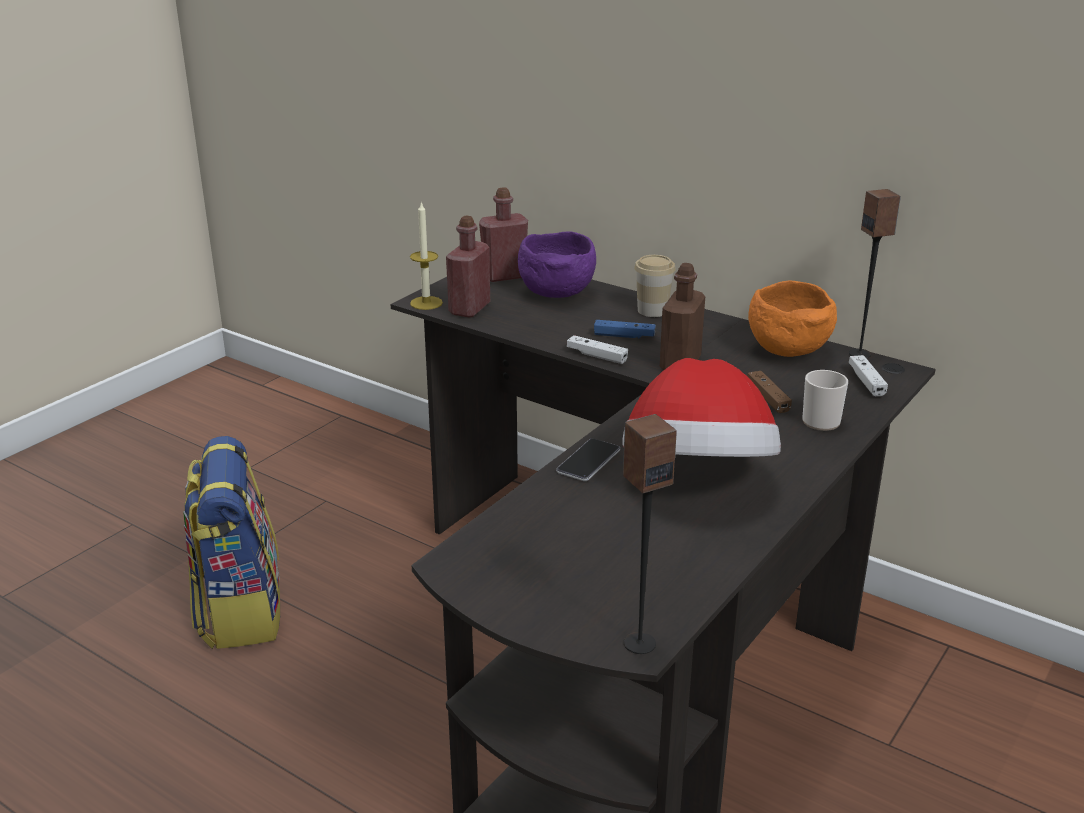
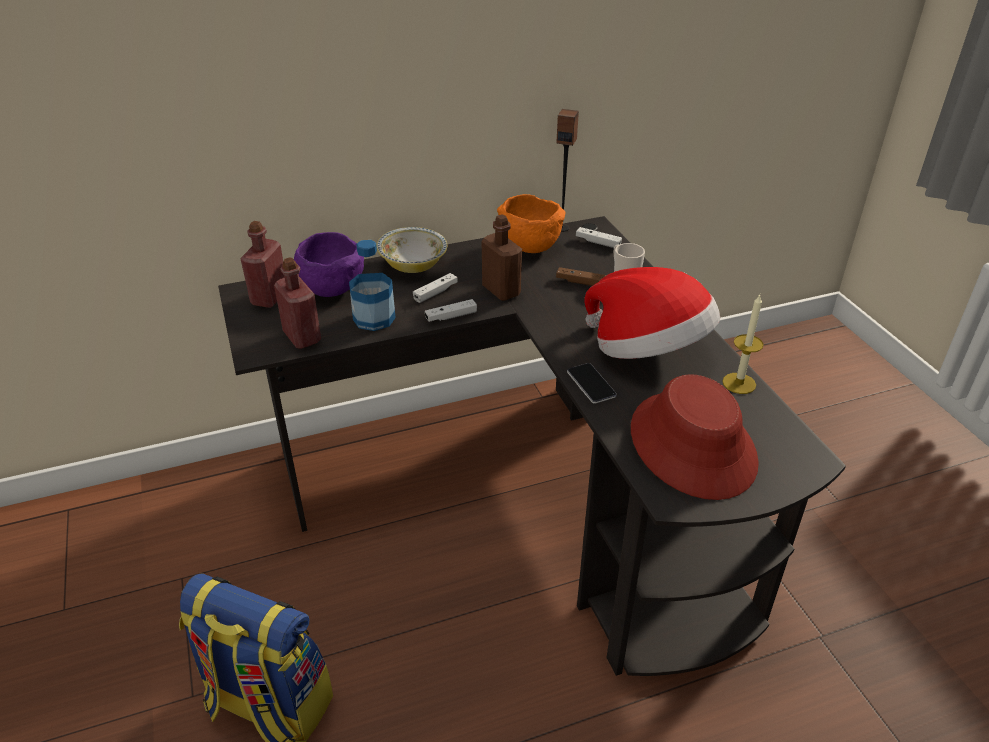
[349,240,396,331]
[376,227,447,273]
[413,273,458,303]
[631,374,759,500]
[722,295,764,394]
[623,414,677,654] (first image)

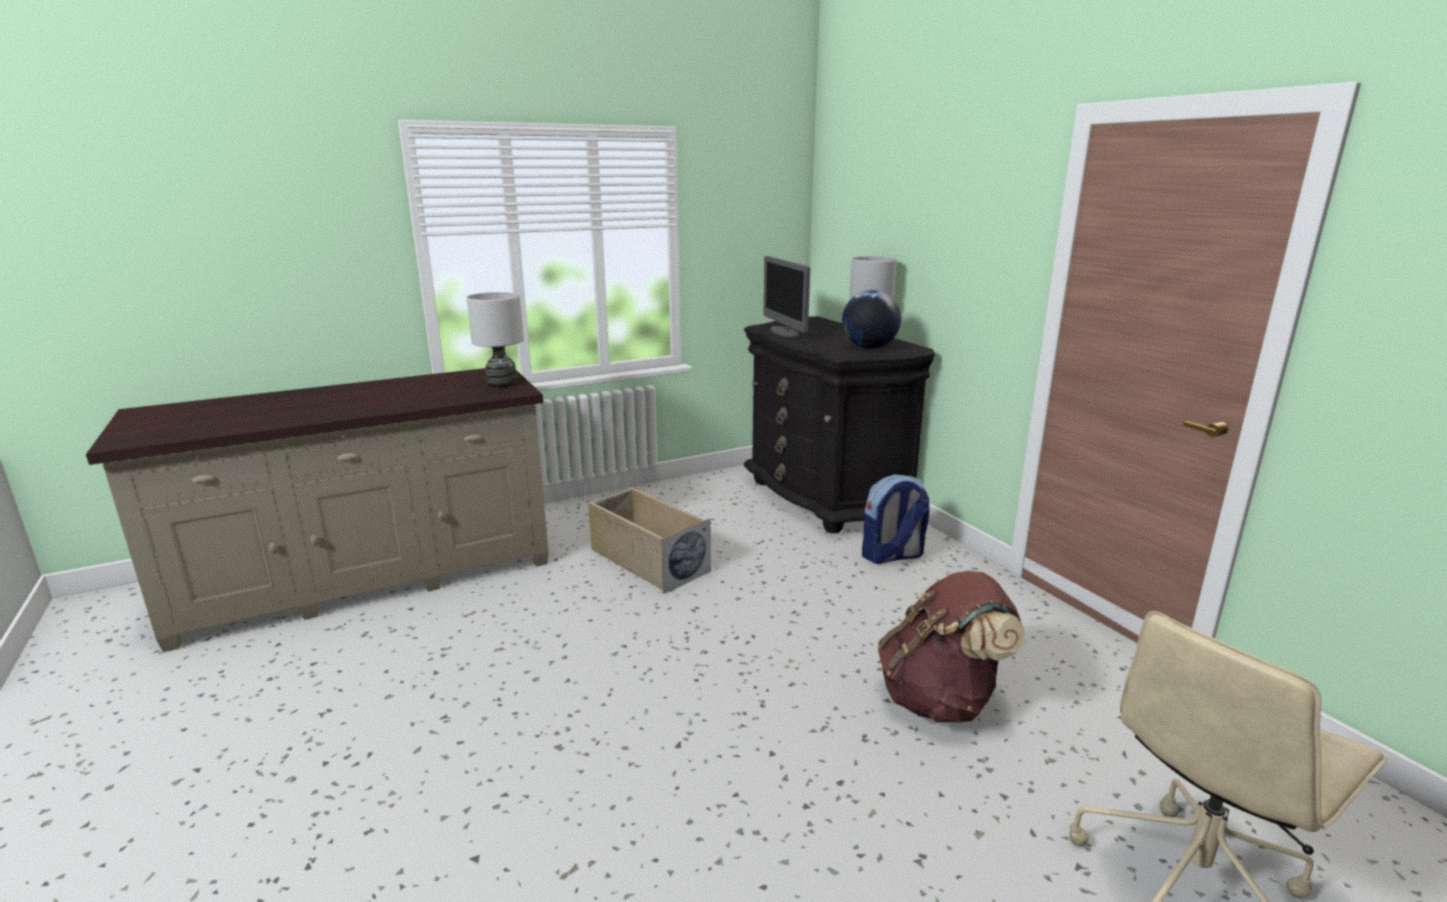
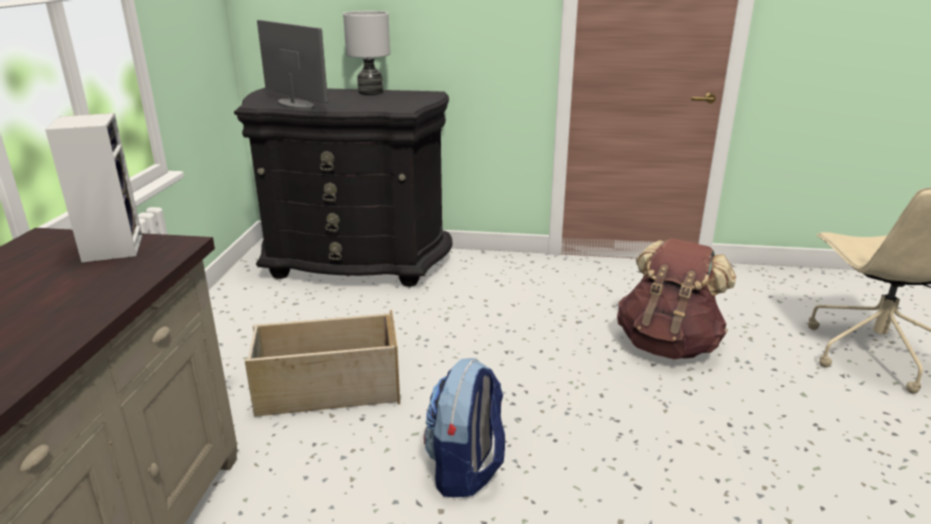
[45,113,142,263]
[257,20,328,110]
[424,358,505,497]
[842,290,901,349] (first image)

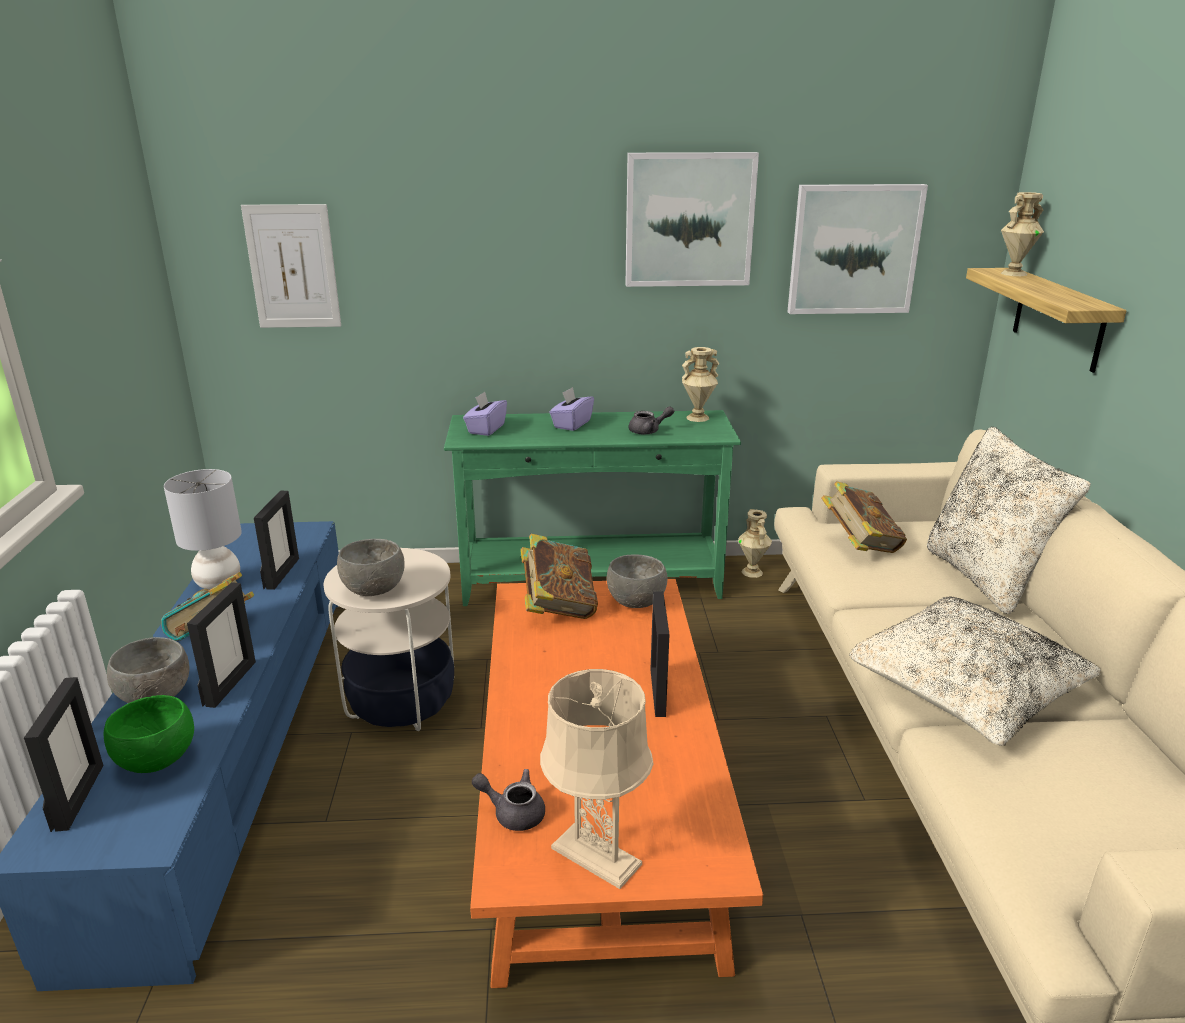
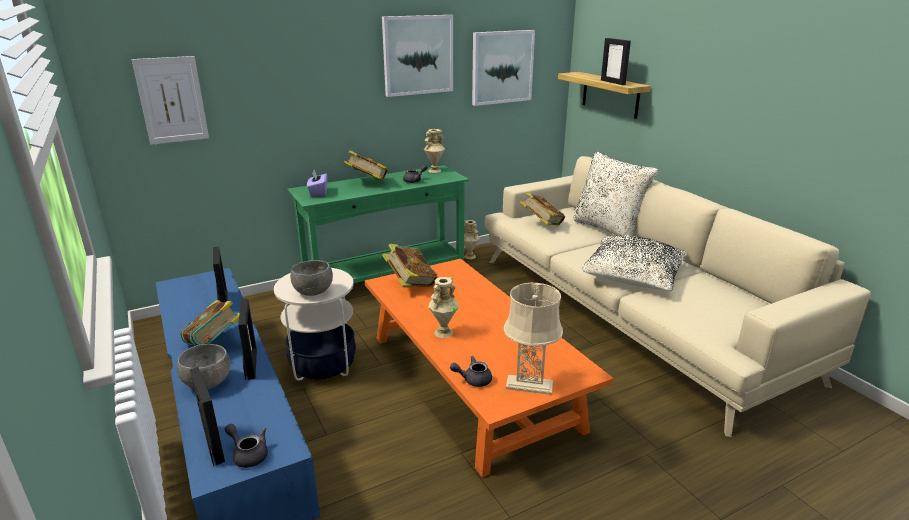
[225,424,268,468]
[344,150,388,180]
[429,277,459,338]
[601,38,631,85]
[104,695,194,773] (first image)
[164,469,242,590] (first image)
[607,554,668,608] (first image)

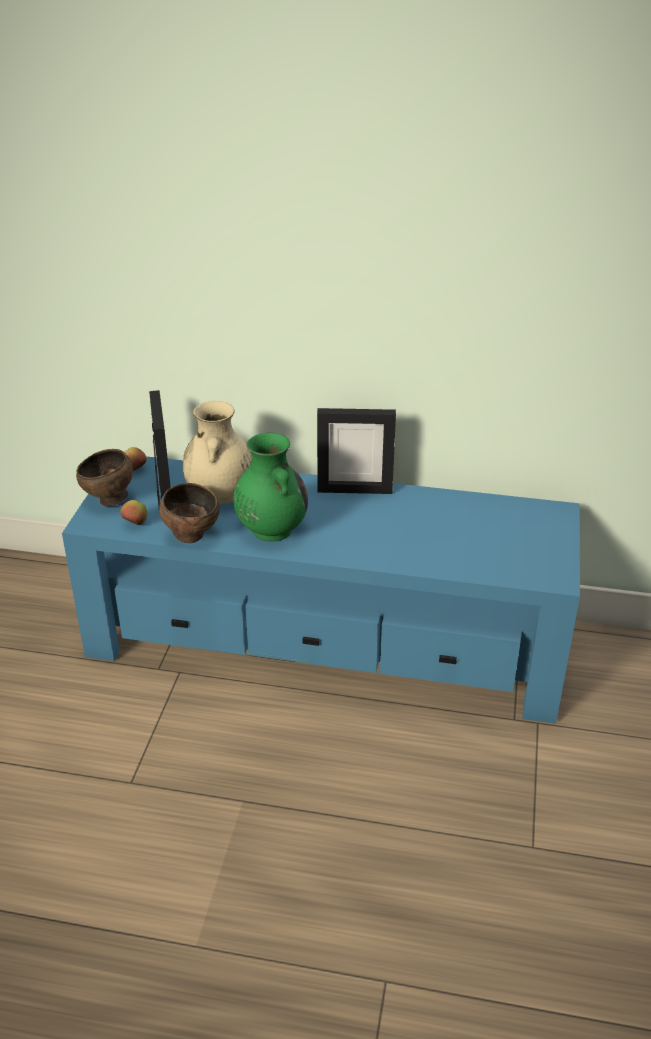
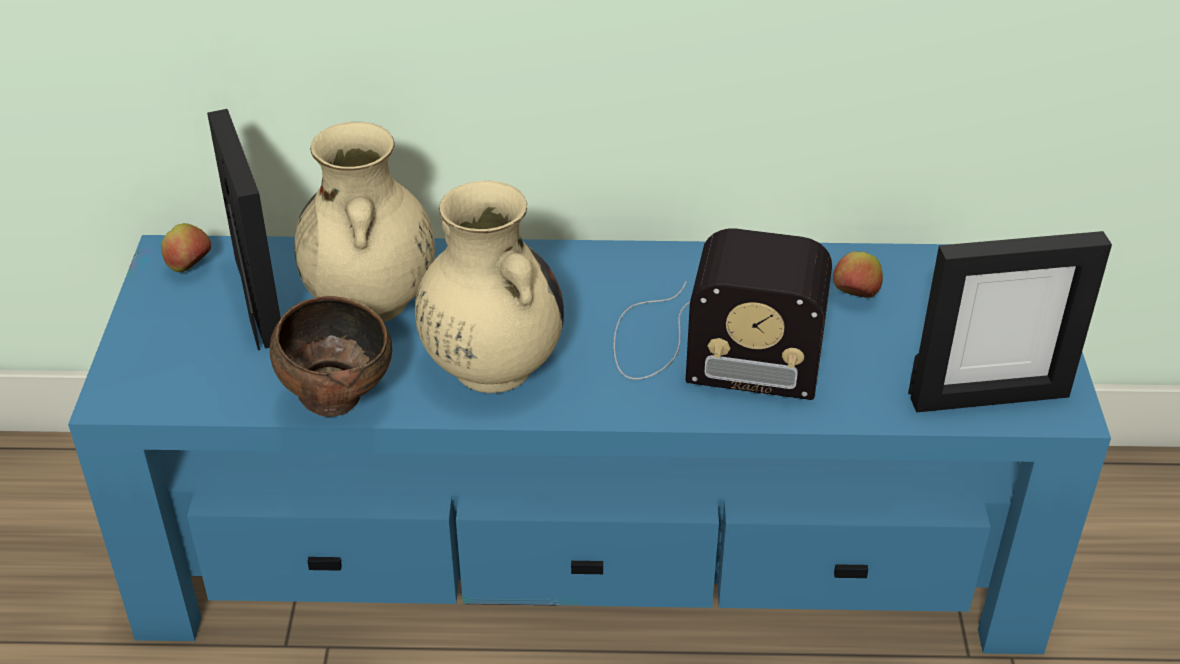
[415,181,564,393]
[613,228,832,400]
[833,251,883,298]
[908,231,1112,412]
[76,449,133,506] (first image)

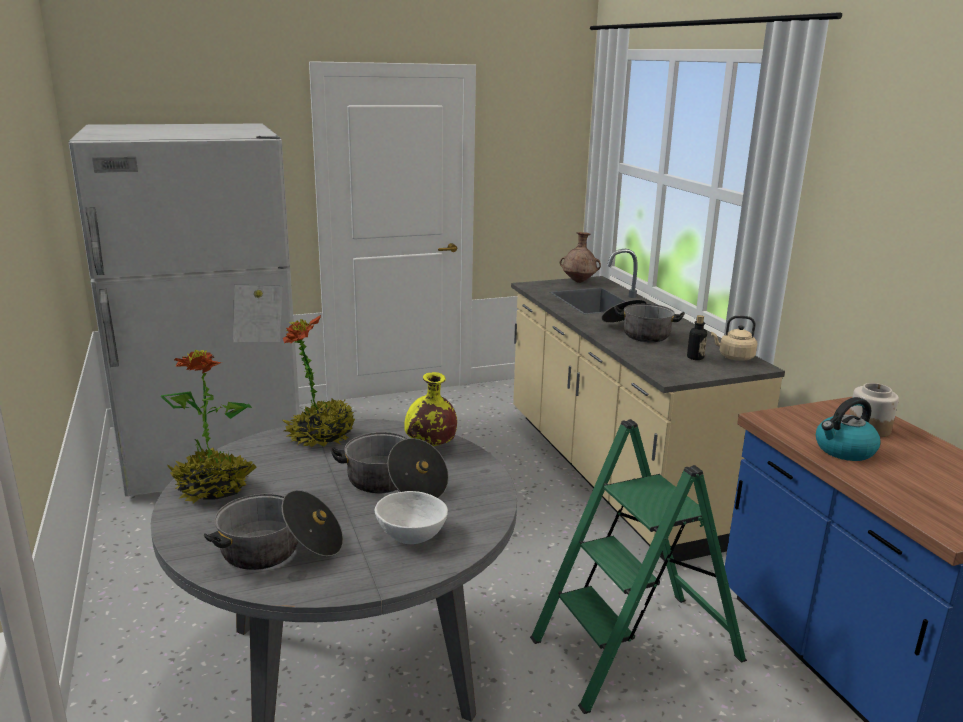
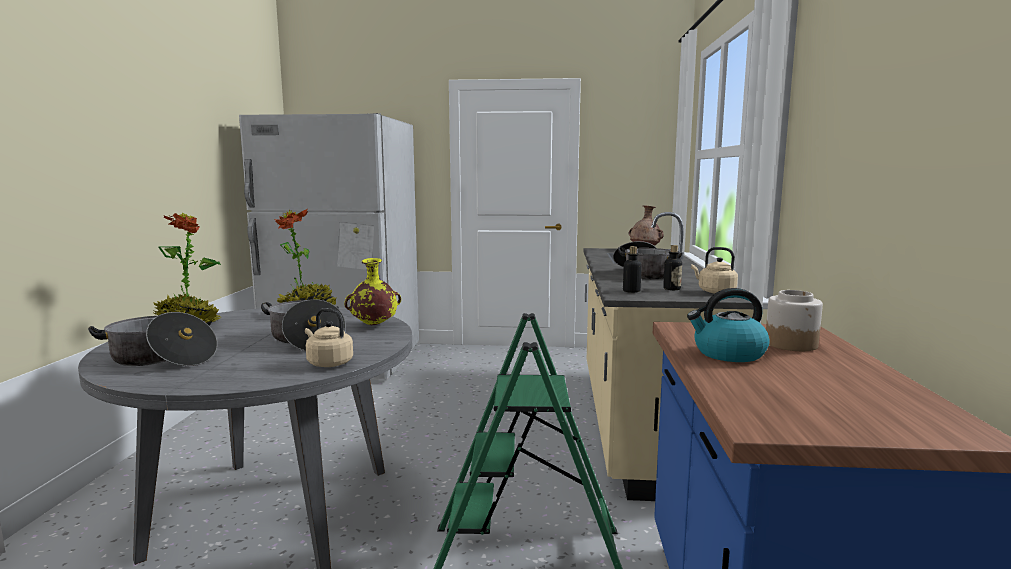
[305,308,353,367]
[623,246,642,293]
[374,491,448,544] (first image)

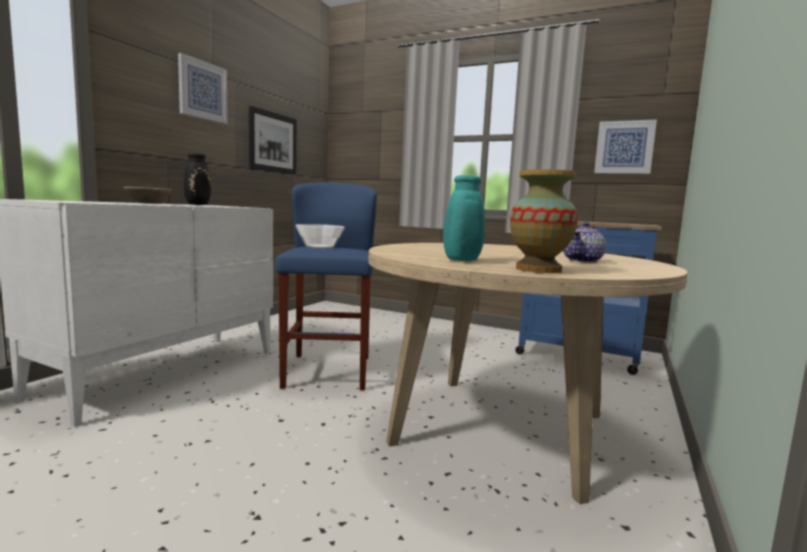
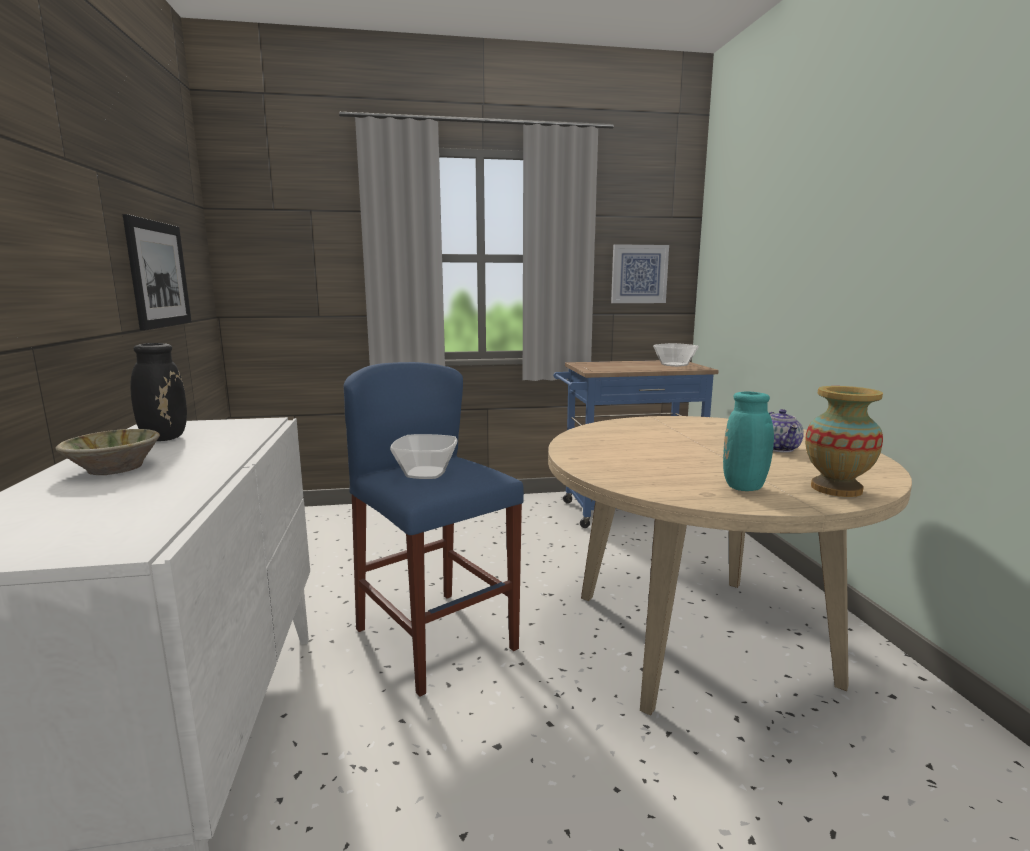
[653,343,699,367]
[178,53,228,124] (first image)

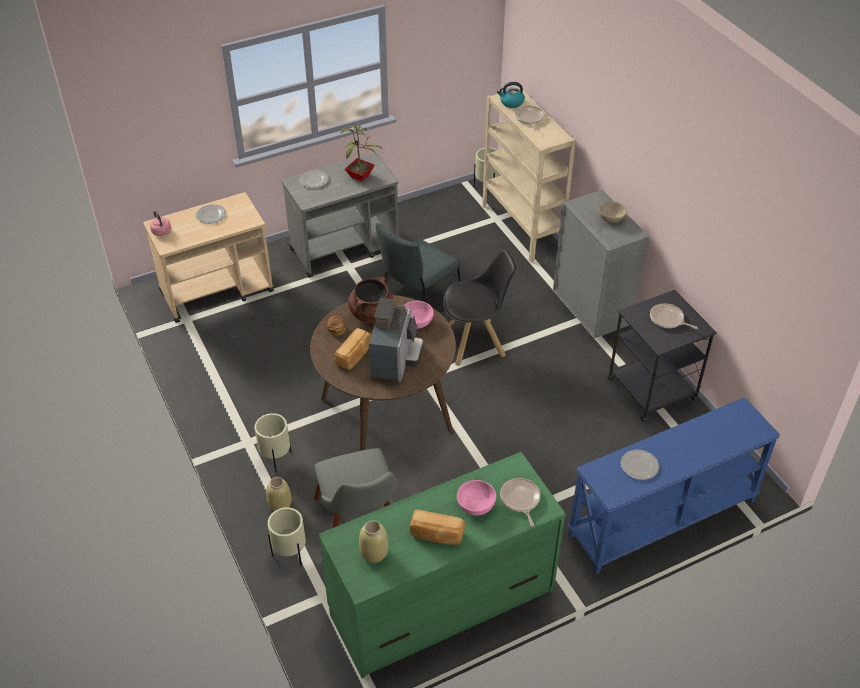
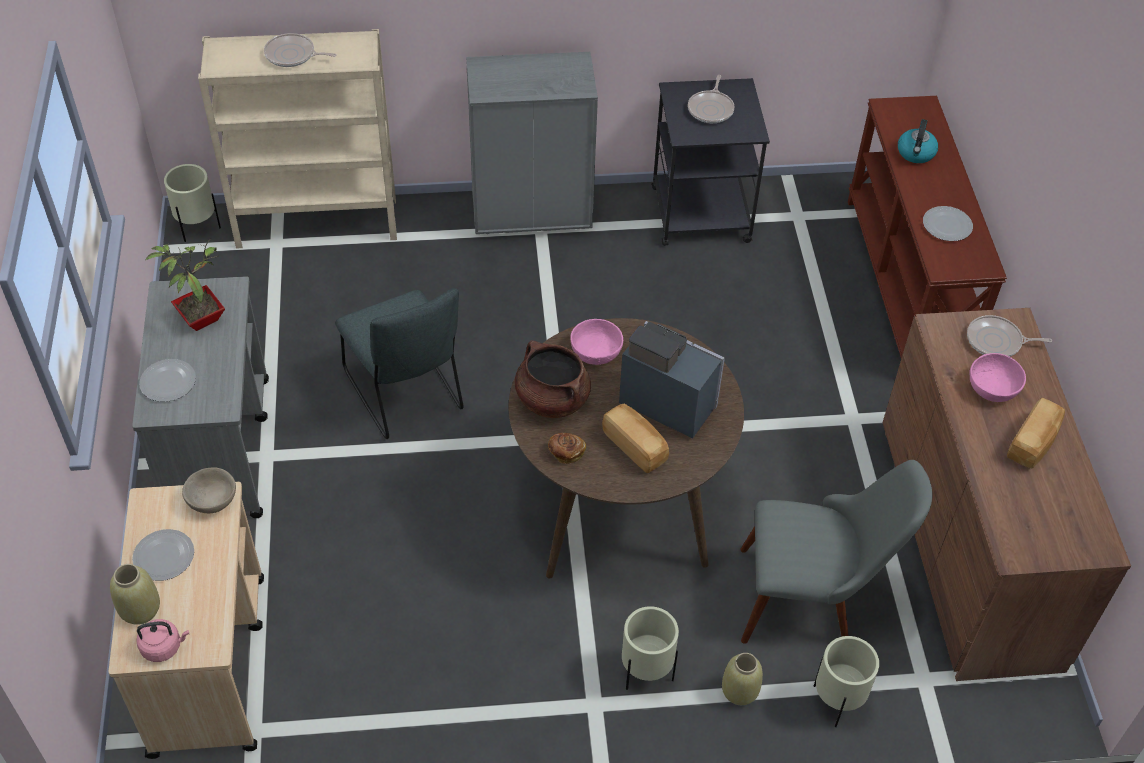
[110,564,160,625]
[182,467,236,513]
[688,75,735,123]
[848,96,1007,359]
[882,308,1131,681]
[898,119,938,163]
[443,249,516,366] (first image)

